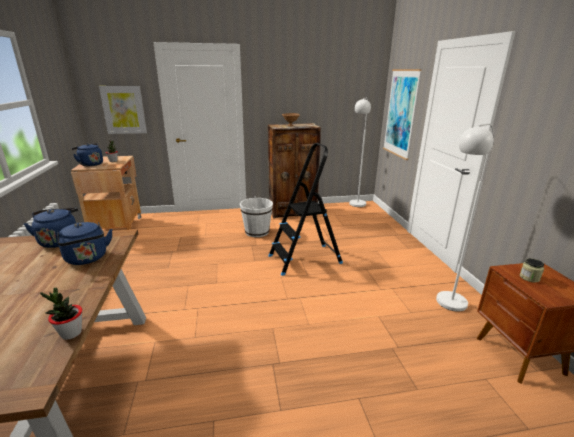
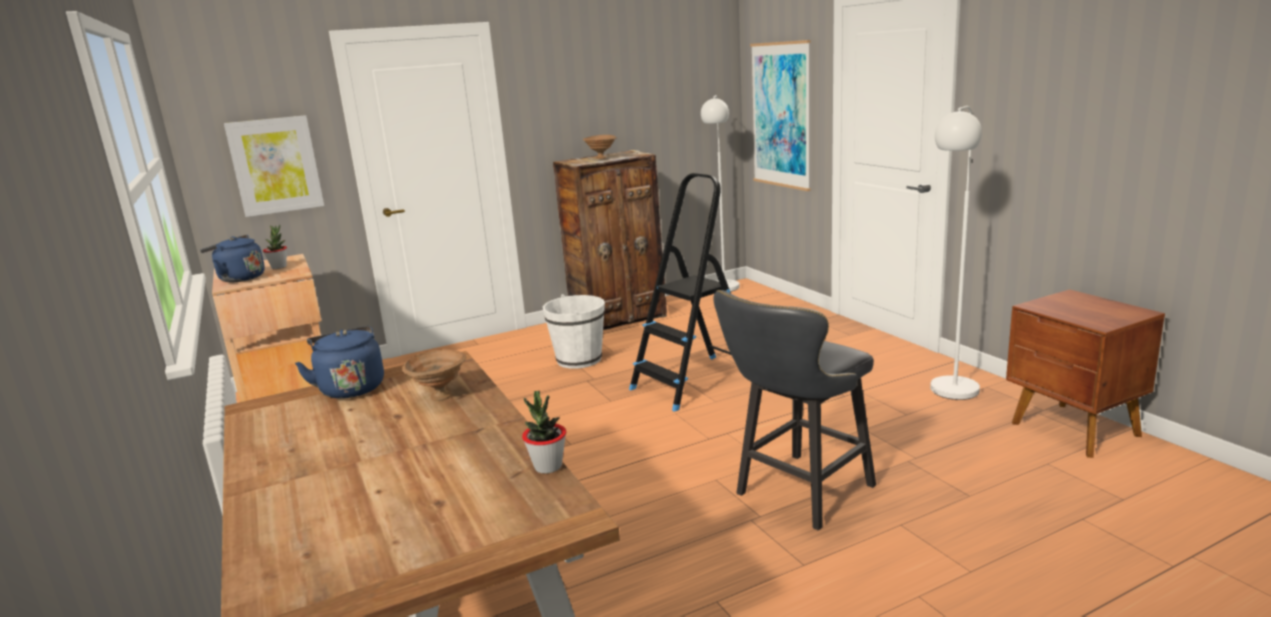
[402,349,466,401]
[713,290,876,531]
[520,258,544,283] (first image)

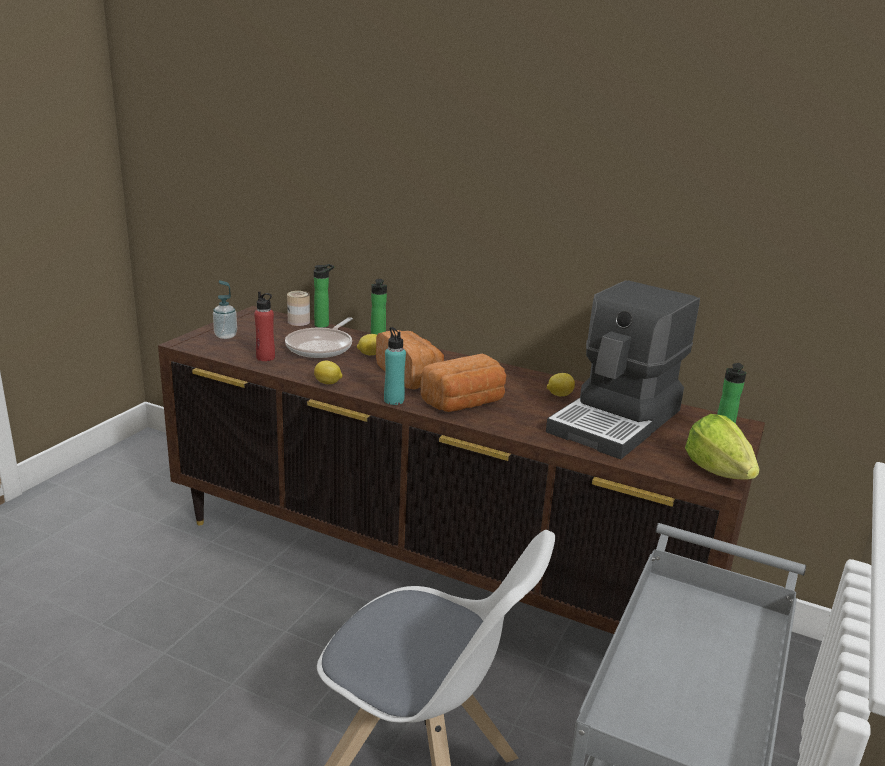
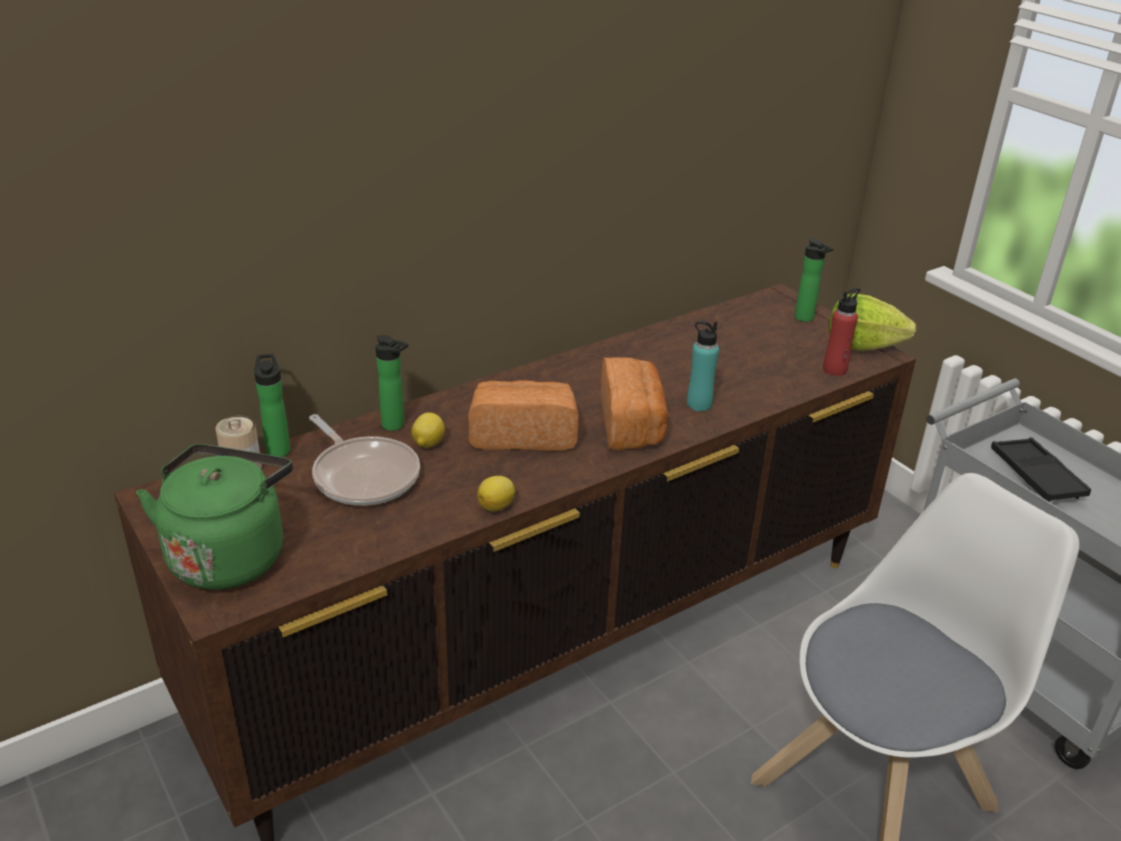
[136,444,293,590]
[687,321,719,411]
[823,288,860,376]
[991,437,1091,502]
[546,280,700,459] (first image)
[547,373,575,396] (first image)

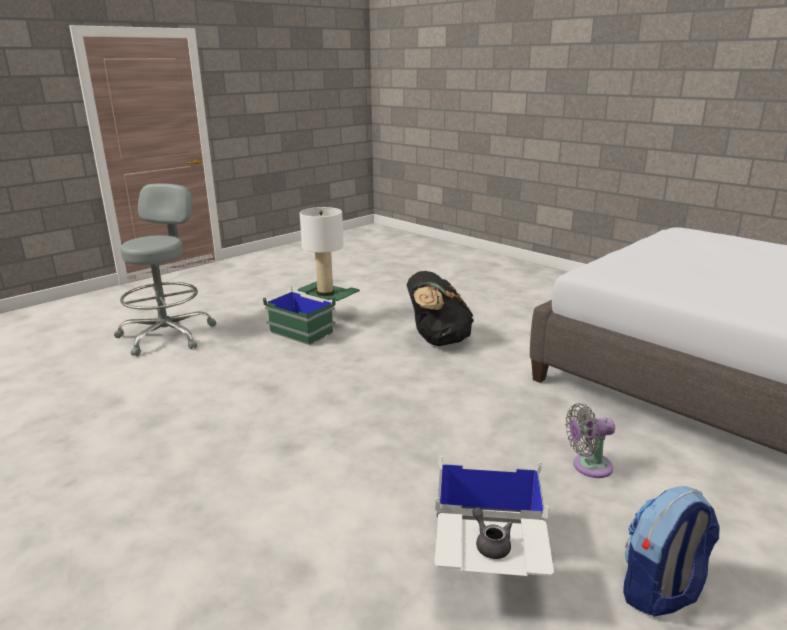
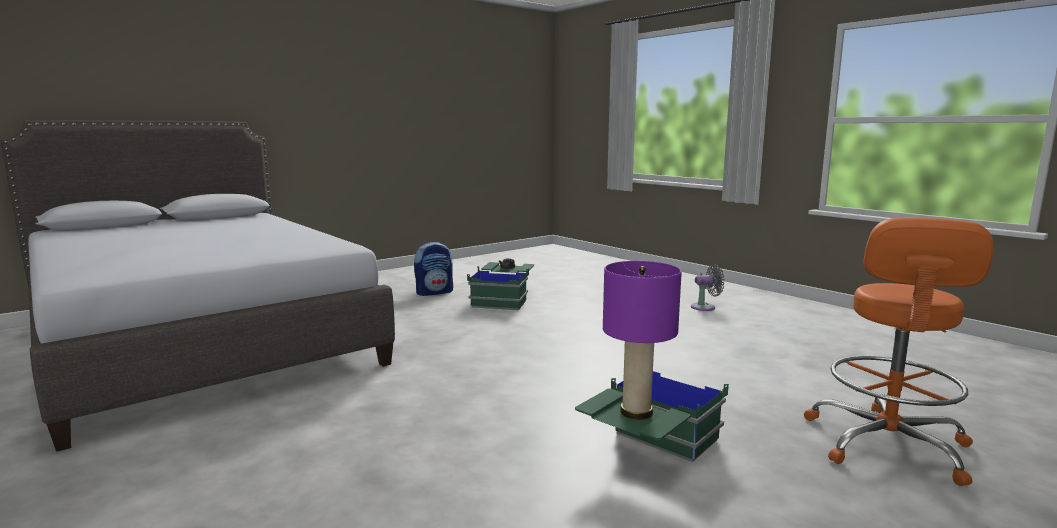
[467,262,534,310]
[603,261,682,420]
[691,264,724,311]
[804,218,994,486]
[407,271,474,346] (first image)

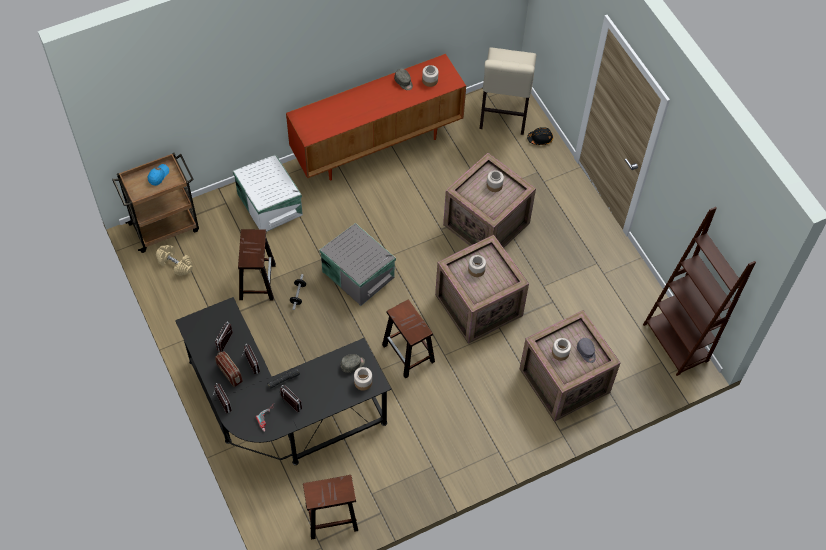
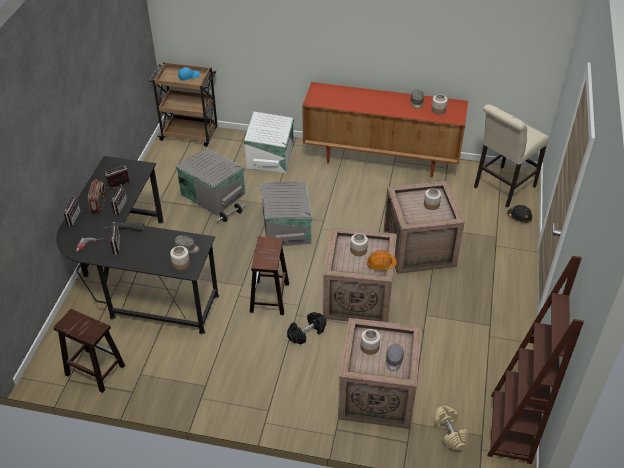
[176,148,245,216]
[287,312,326,344]
[367,250,397,270]
[434,405,468,451]

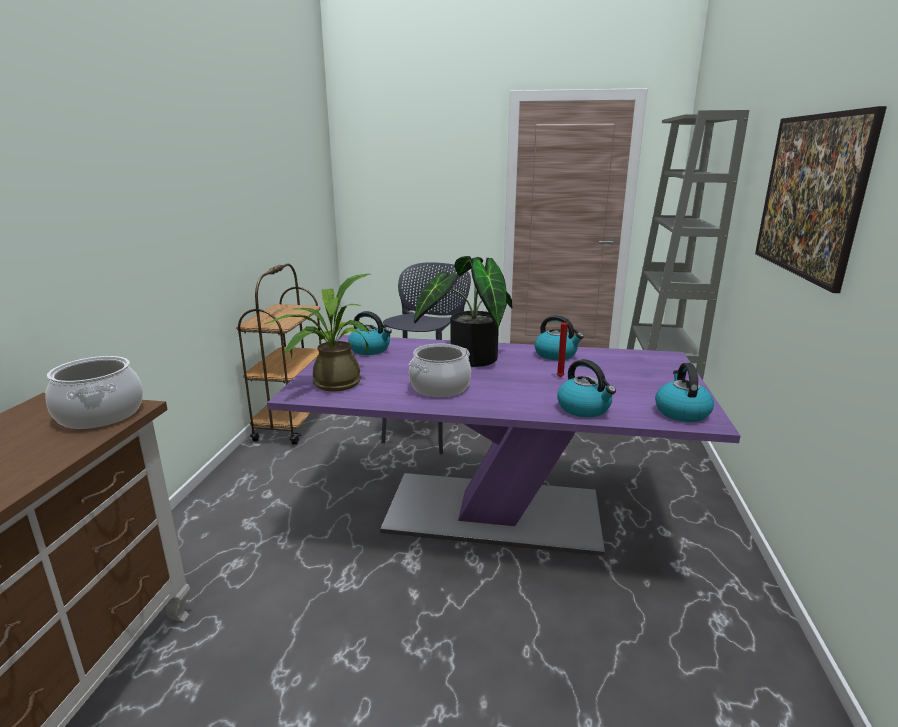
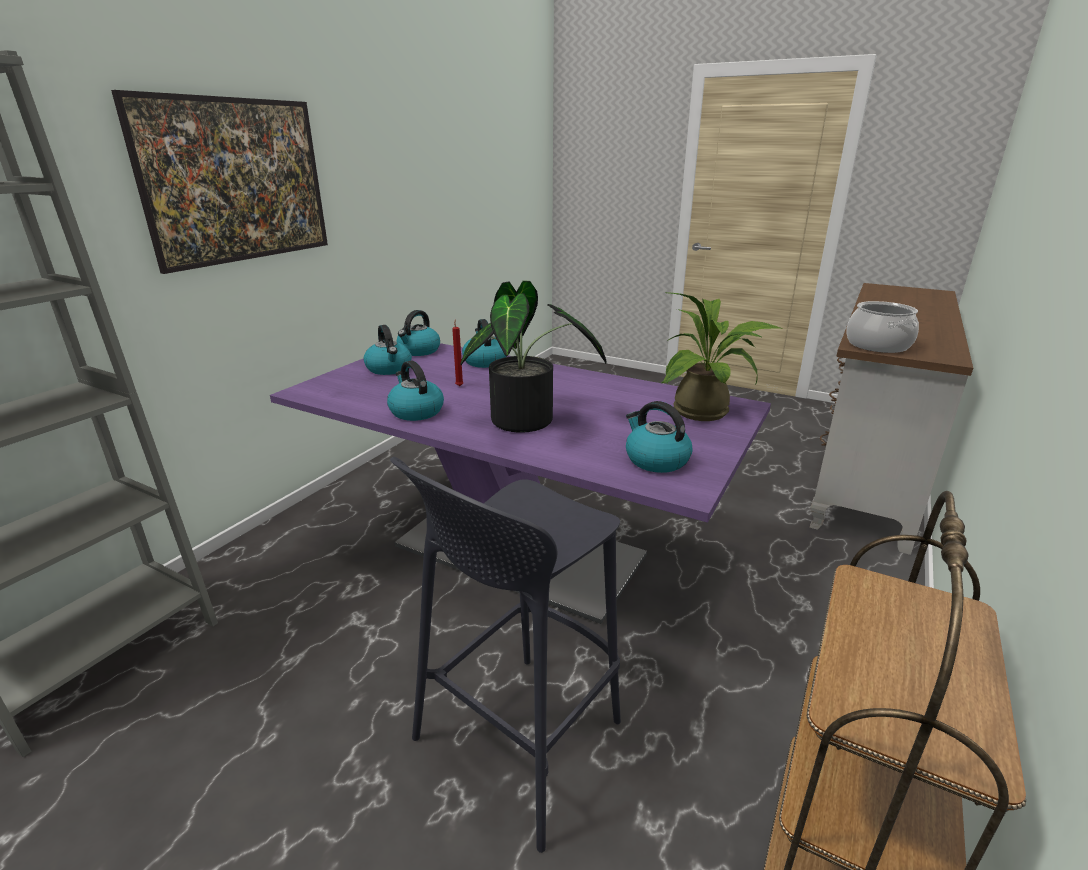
[364,325,412,375]
[409,344,471,397] (first image)

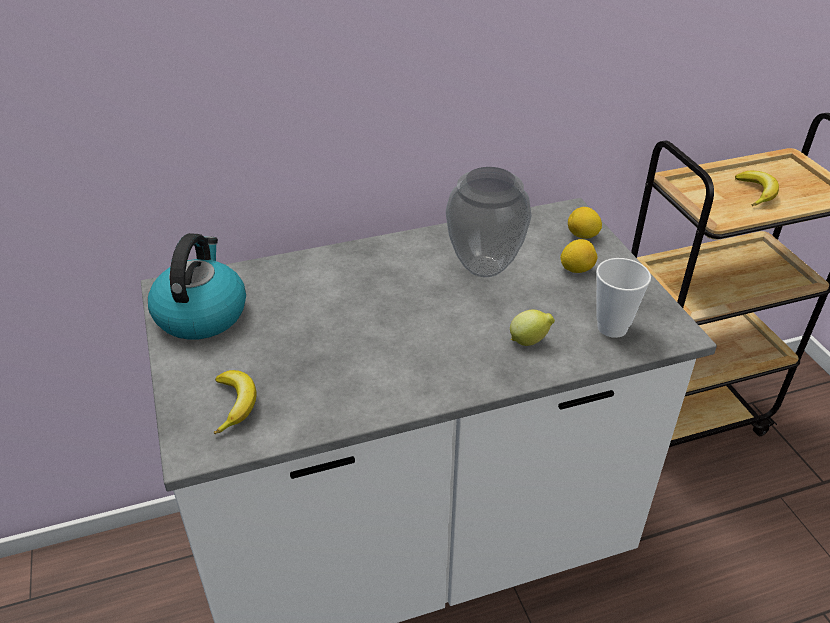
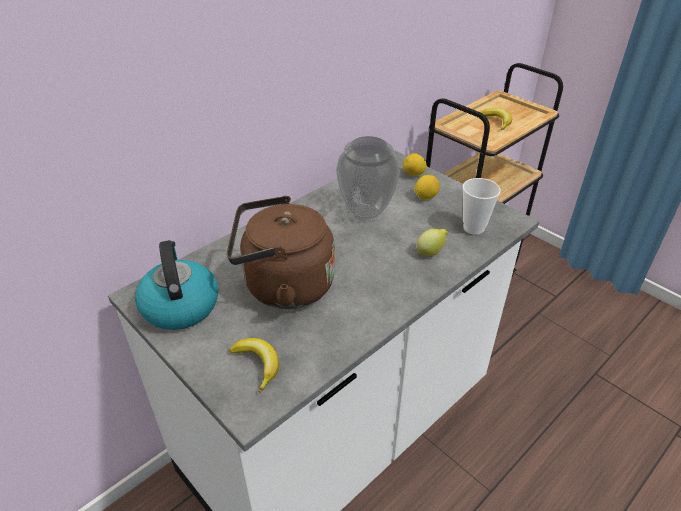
[227,196,335,309]

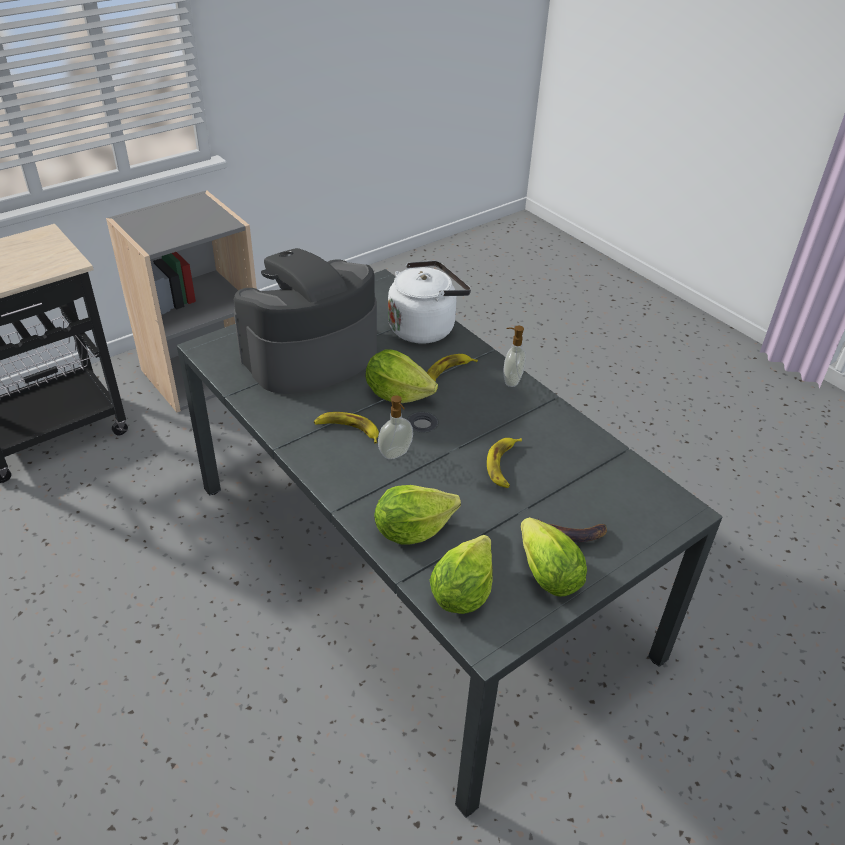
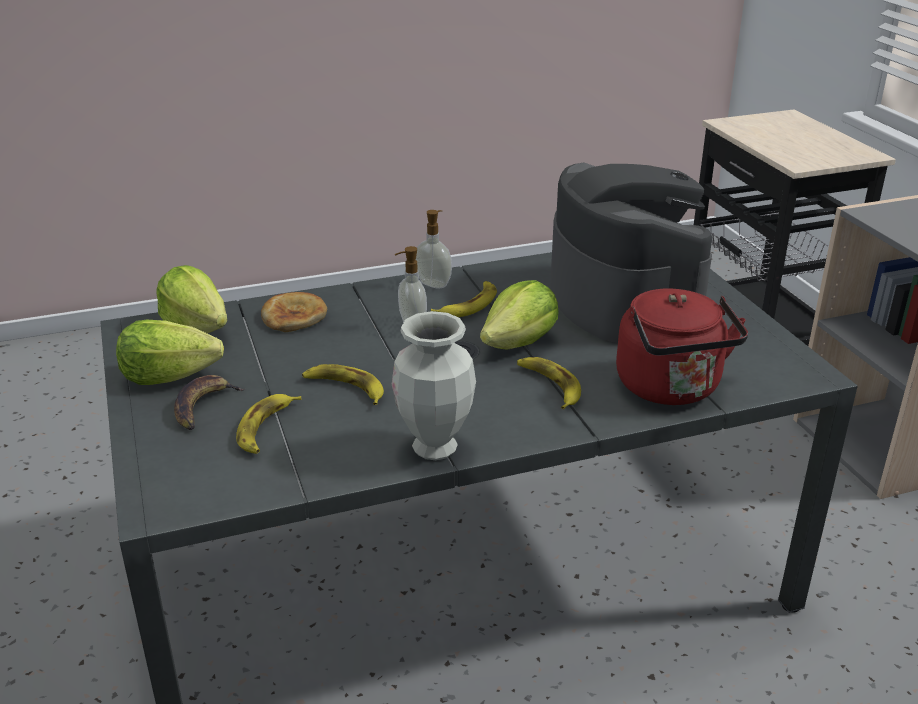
[236,394,302,454]
[261,292,327,332]
[392,311,476,460]
[416,210,452,289]
[616,288,748,405]

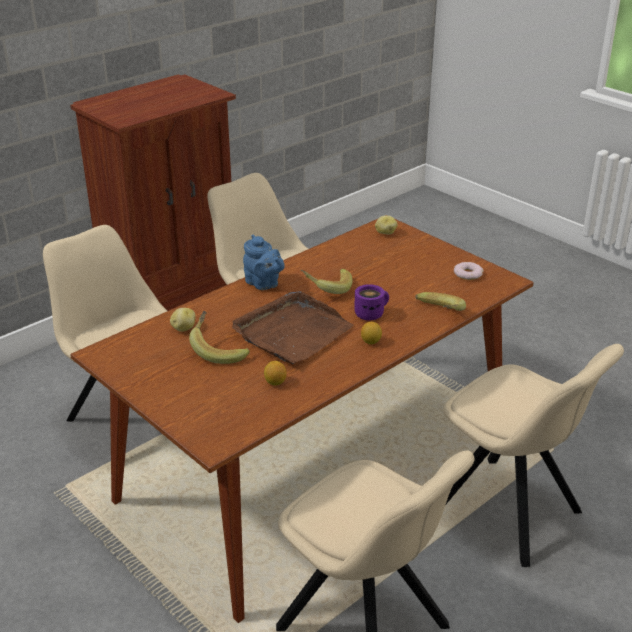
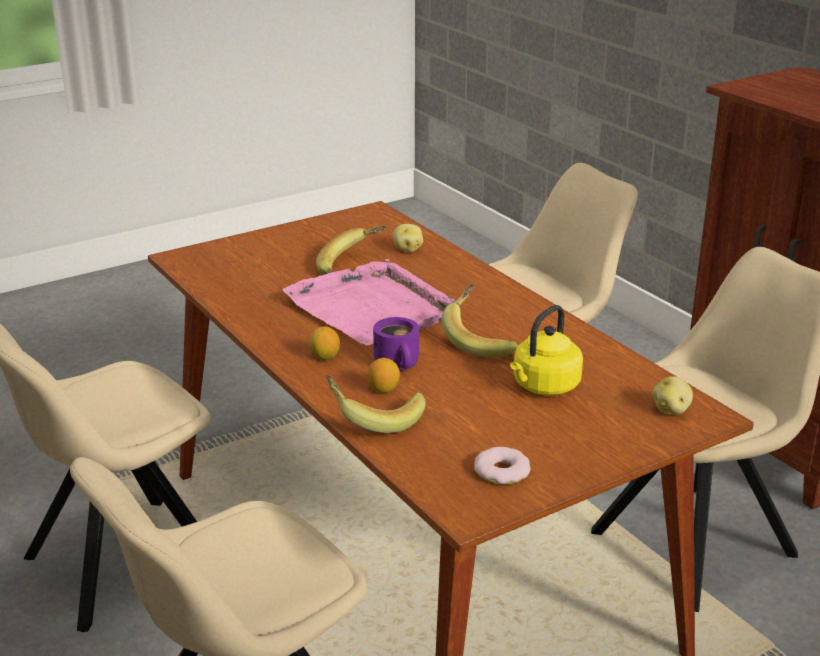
[283,259,455,345]
[367,358,400,393]
[510,305,583,396]
[243,235,285,290] (first image)

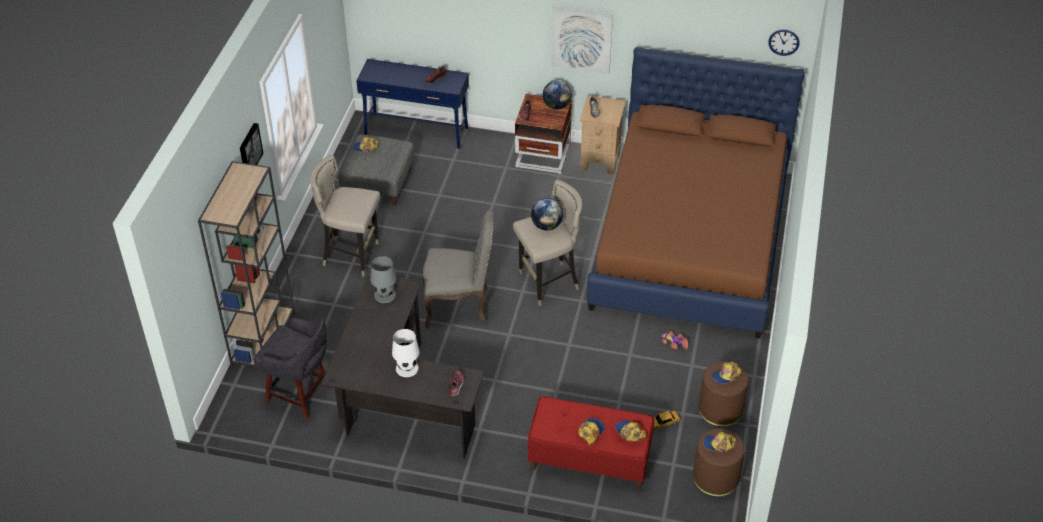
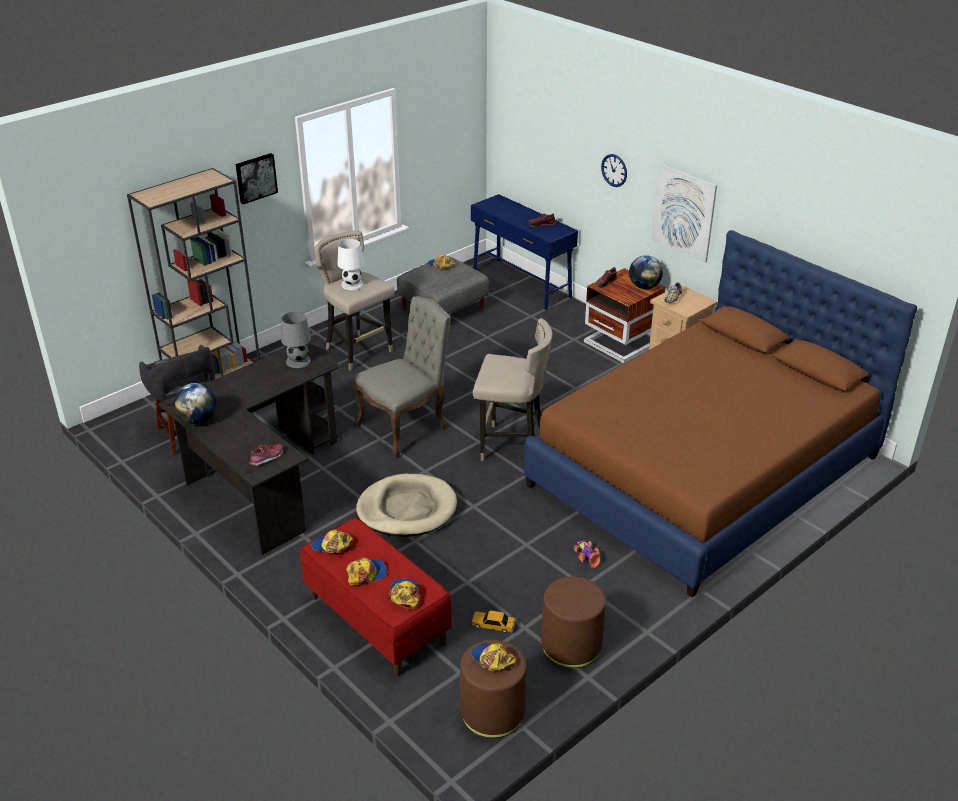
[174,383,217,424]
[311,529,354,553]
[337,239,364,290]
[353,296,451,458]
[356,474,457,537]
[601,154,627,187]

